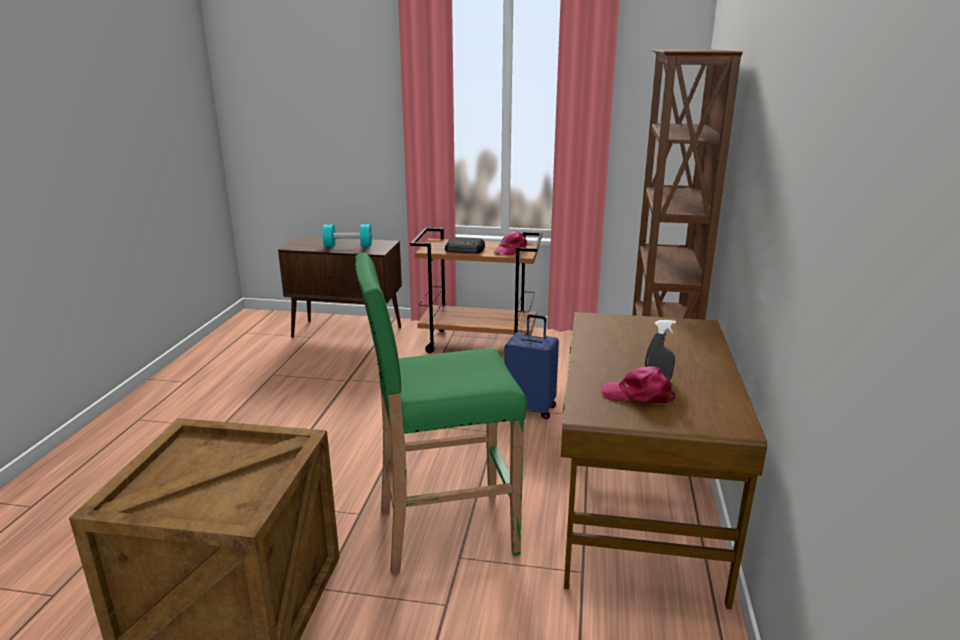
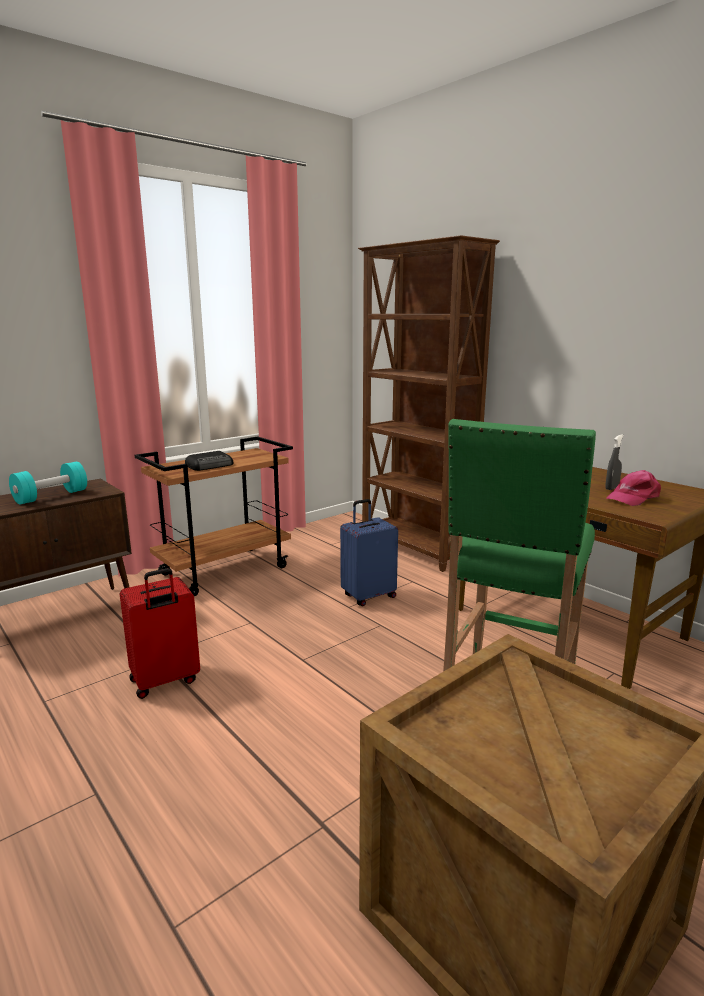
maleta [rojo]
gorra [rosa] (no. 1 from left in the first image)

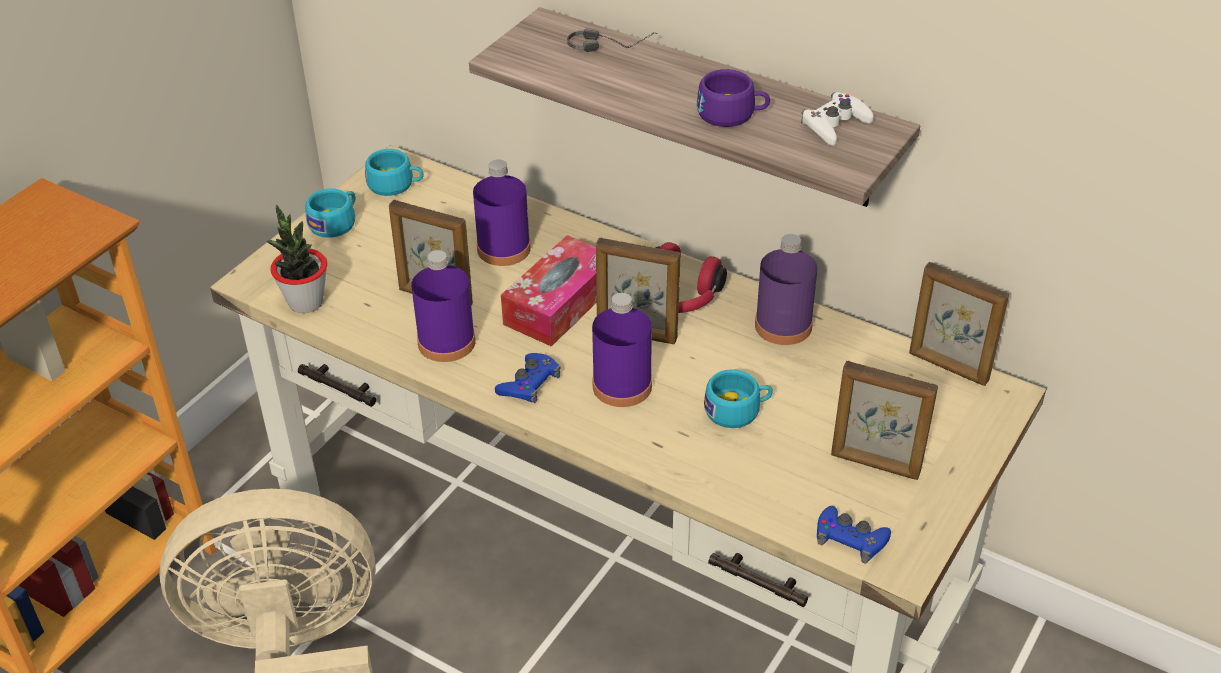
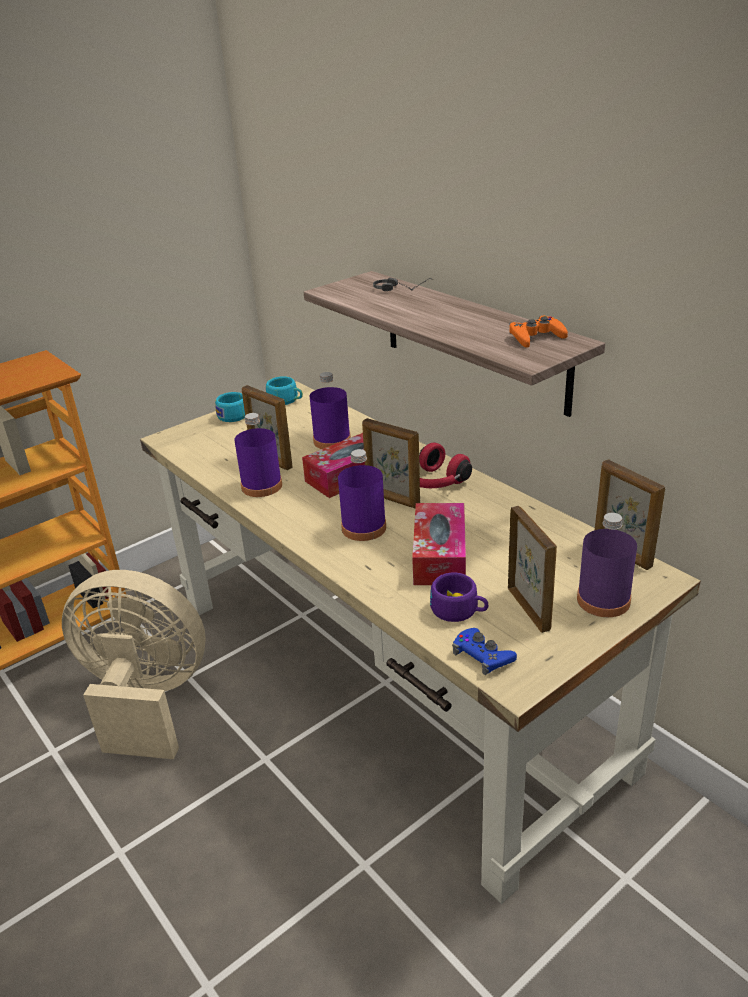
caja de pañuelos (no. 2 from left)
taza [morado]
portarretratos (no. 3 from left)
mando de consola [naranja]
botella [morado] (no. 4 from left)
planta en maceta
mando de consola [azul] (no. 1 from left in the first image)

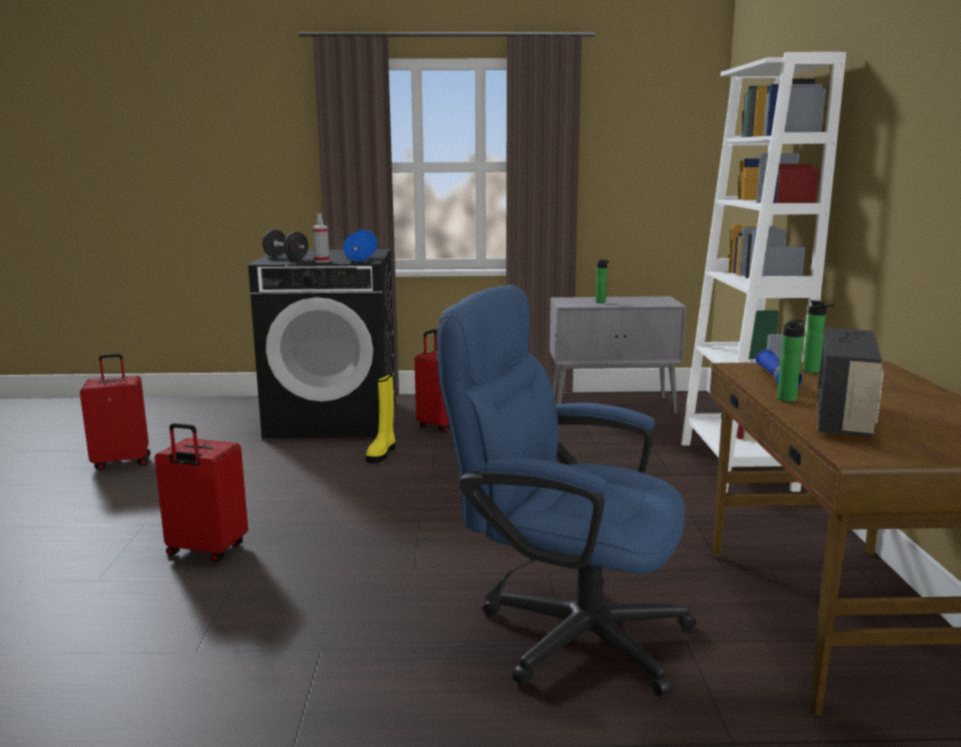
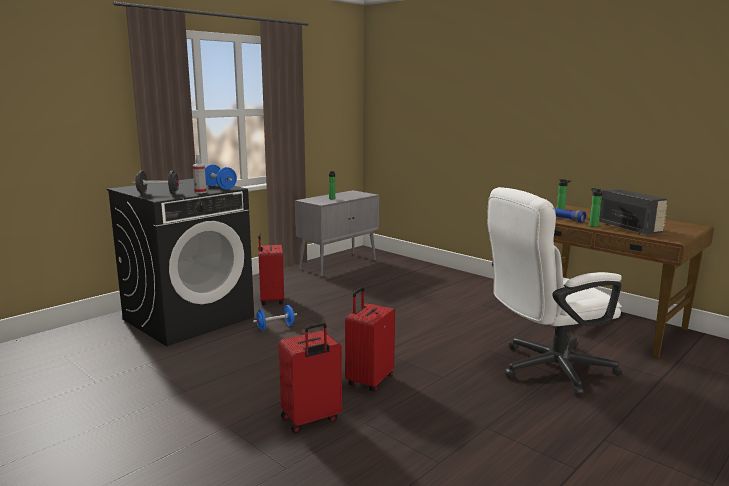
mancuerna [azul] (no. 2 from left)
maleta [rojo] (no. 3 from left)
silla de oficina [blanco]
estantería [blanco]

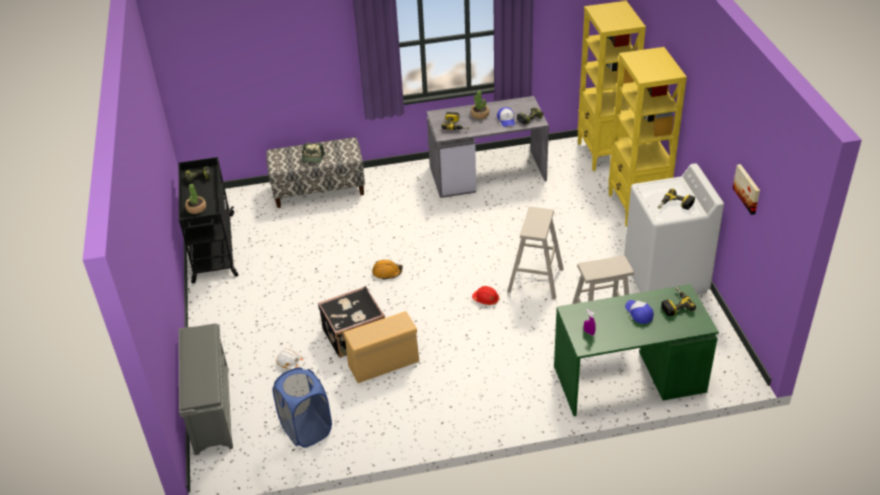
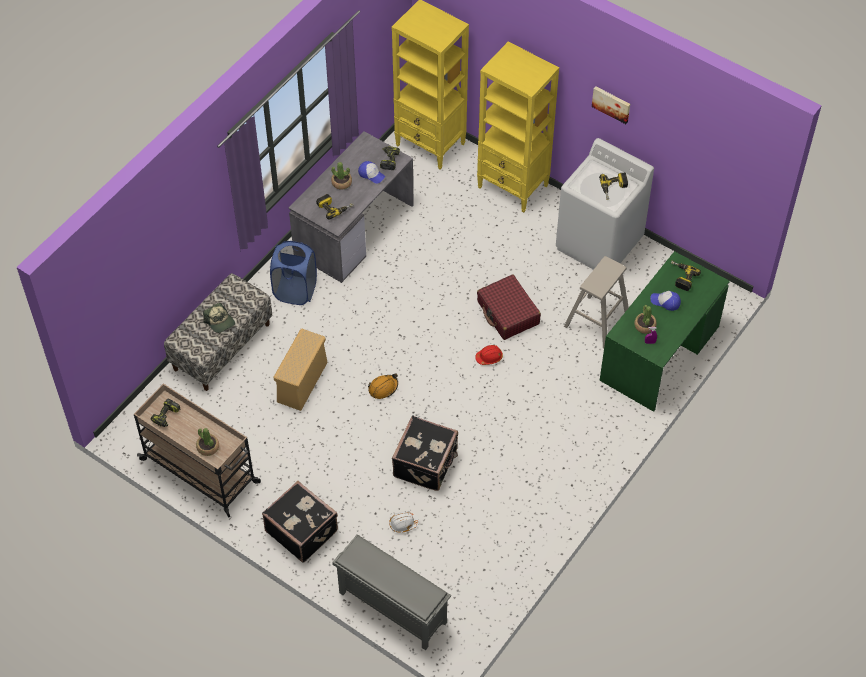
carrito [beis]
maleta [negro] (no. 1 from left)
cesto de la ropa [azul]
caja de almacenaje [beis]
maleta [rojo]
cuadro
planta en maceta (no. 3 from left)

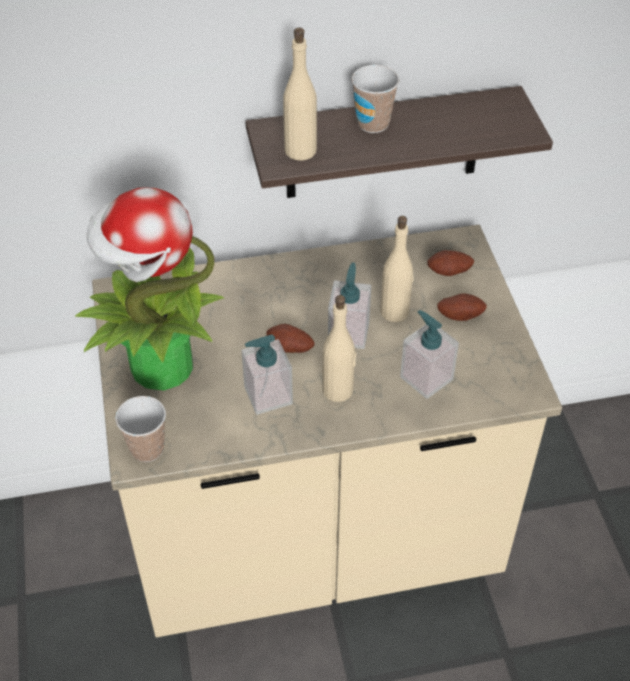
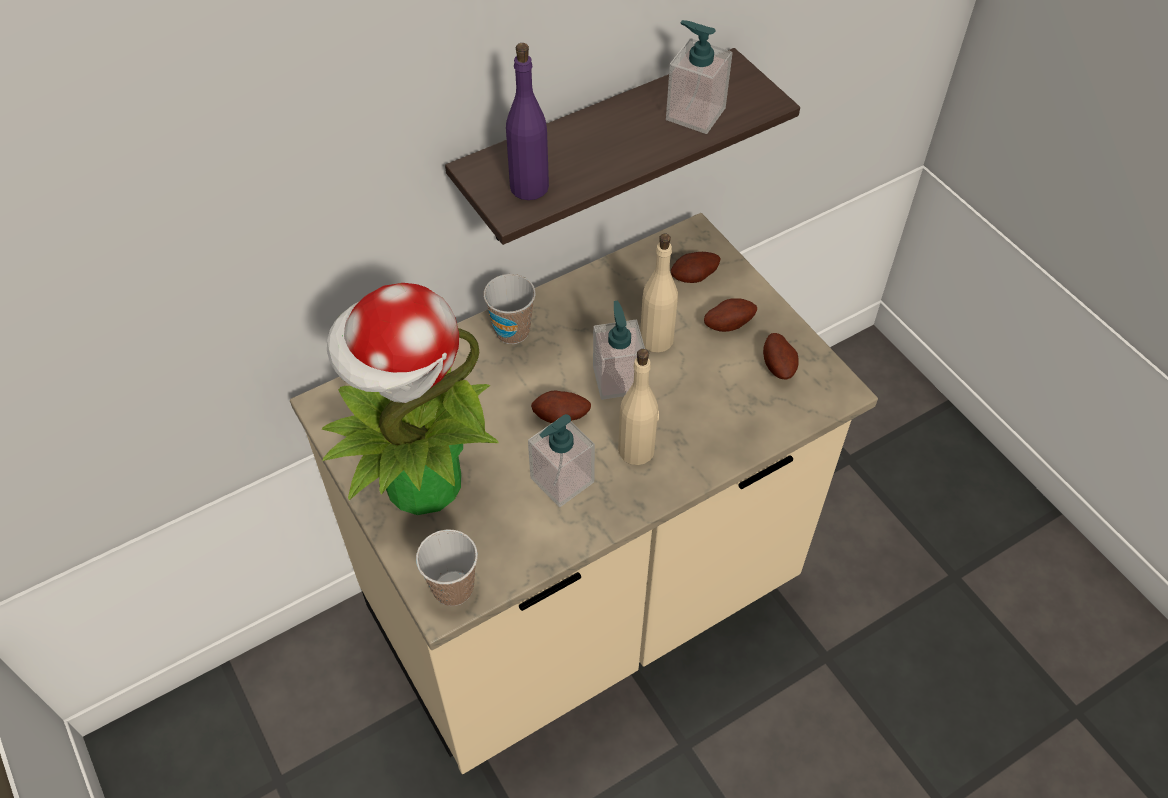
taza (no. 2 from left)
botella [morado]
dispensador de jabón (no. 3 from left)
patata (no. 4 from left)

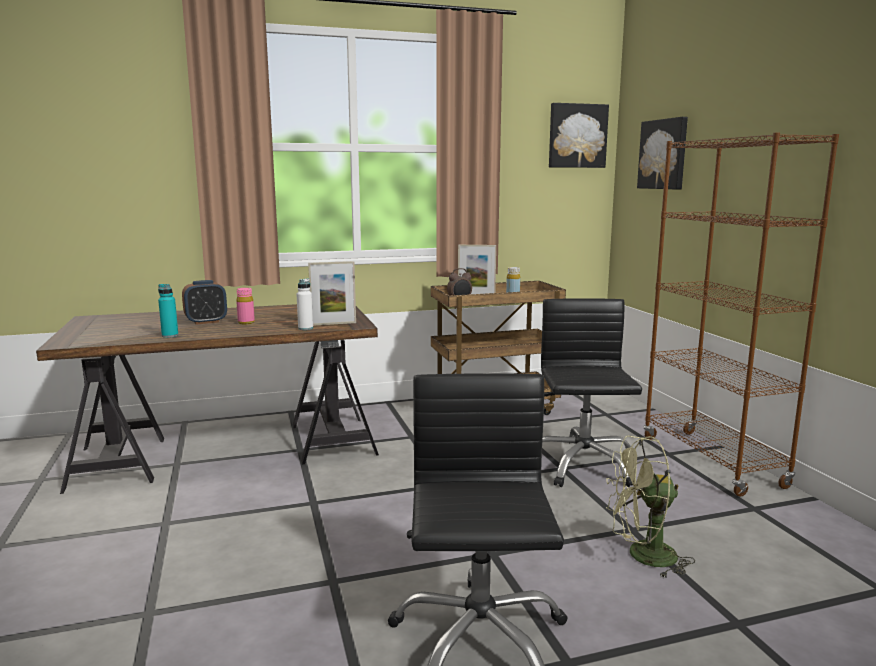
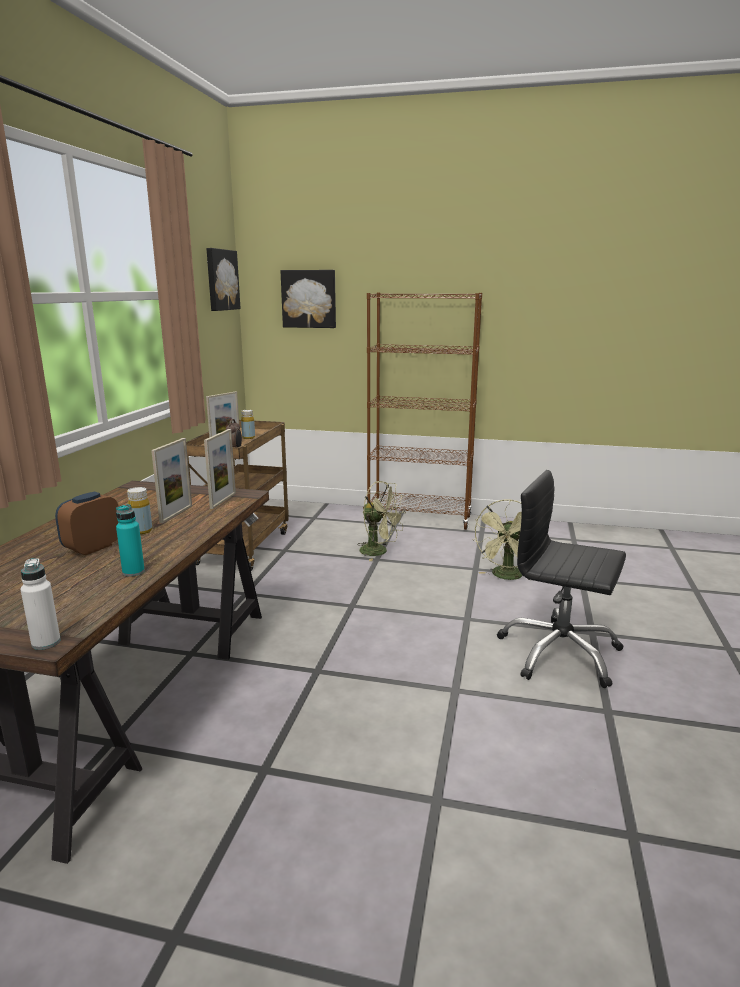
botella [blanco]
despertador (no. 1 from left)
botella [amarillo] (no. 1 from left)
portarretratos (no. 1 from left)
ventilador [verde] (no. 1 from left)

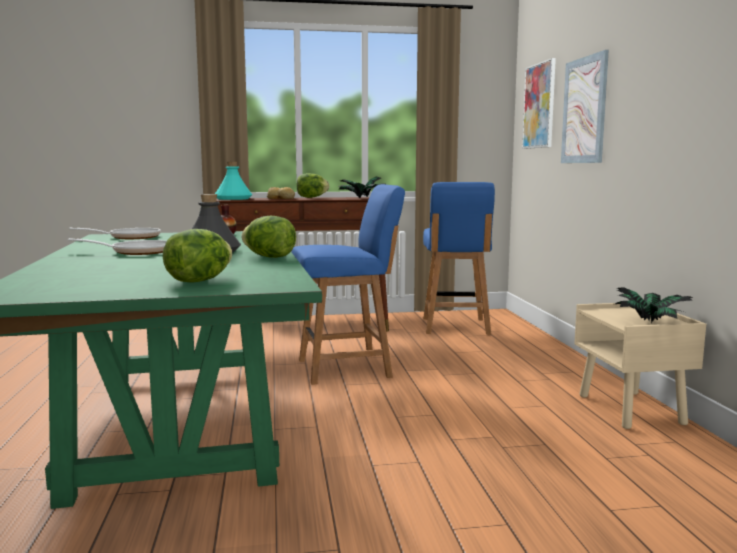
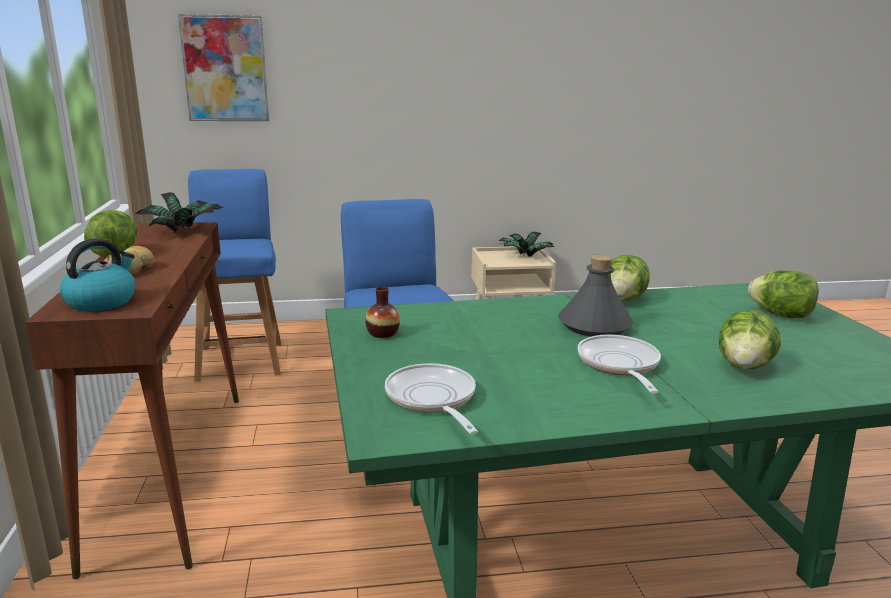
hervidor
silla [azul] (no. 1 from left)
lechuga (no. 3 from left)
cuadro (no. 2 from left in the first image)

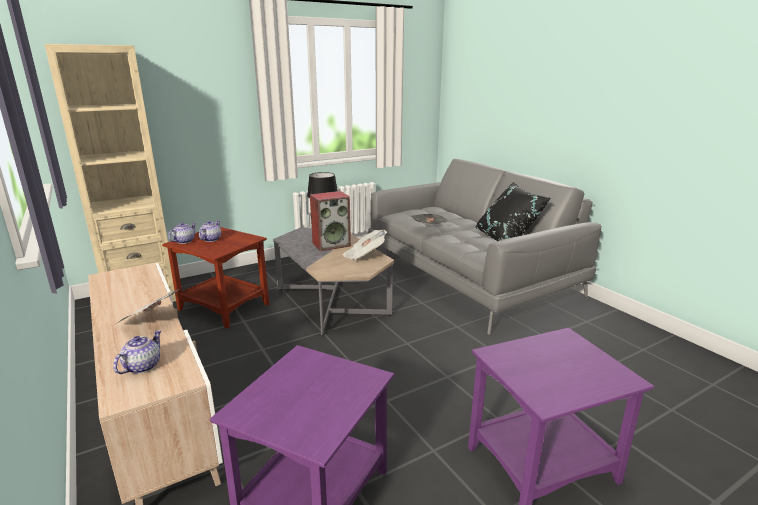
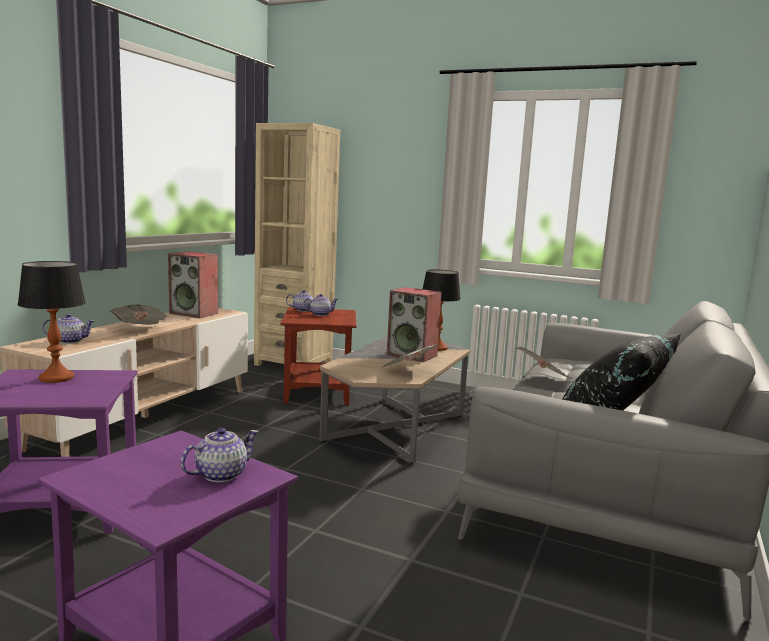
lámpara de mesa (no. 1 from left)
altavoz (no. 1 from left)
tetera (no. 2 from left)

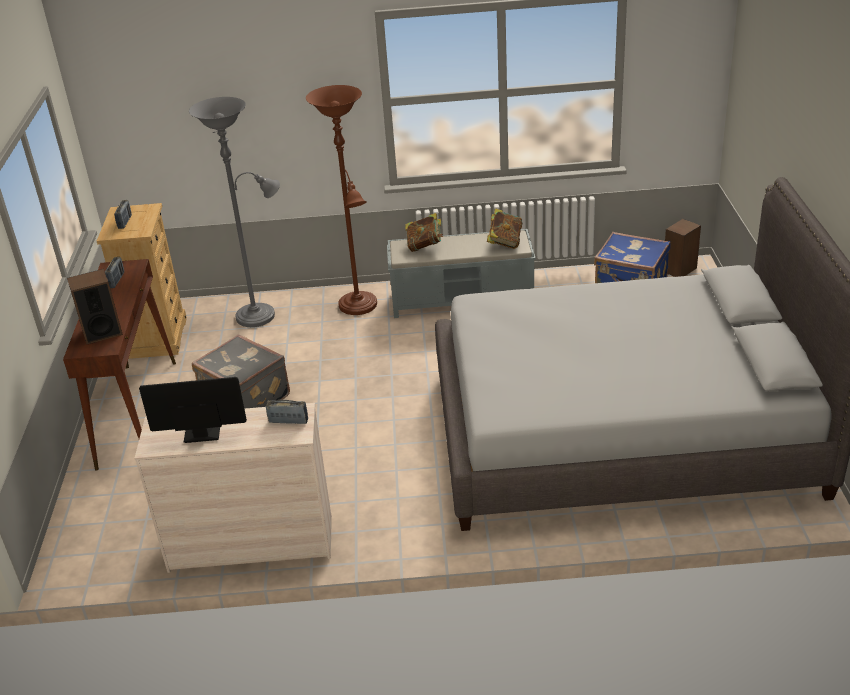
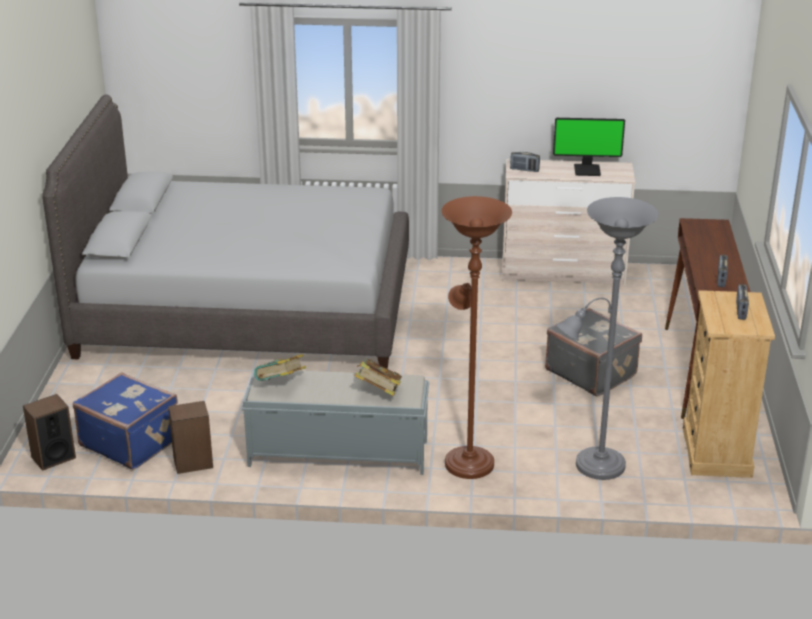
altavoz (no. 2 from left)

